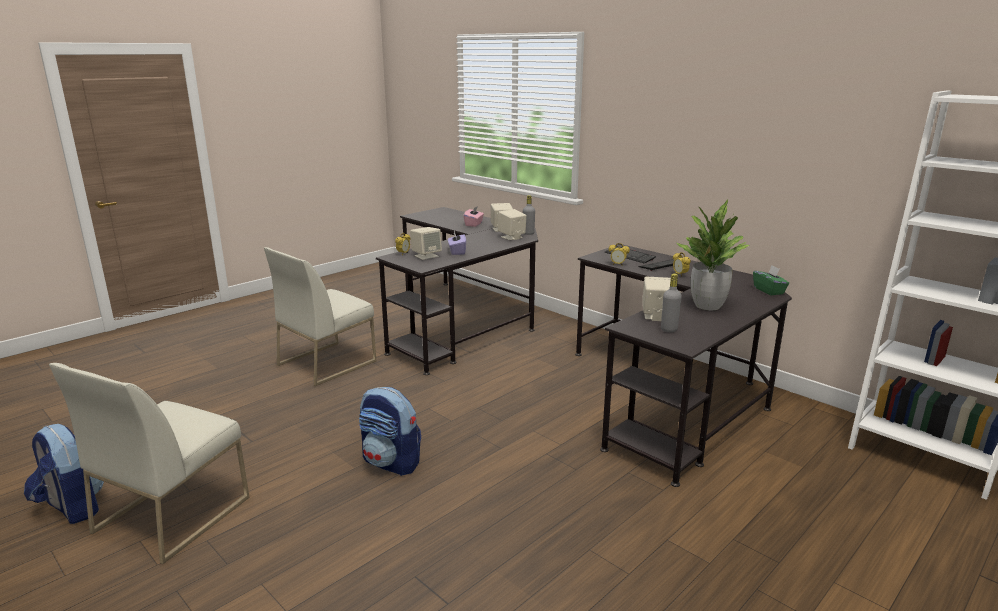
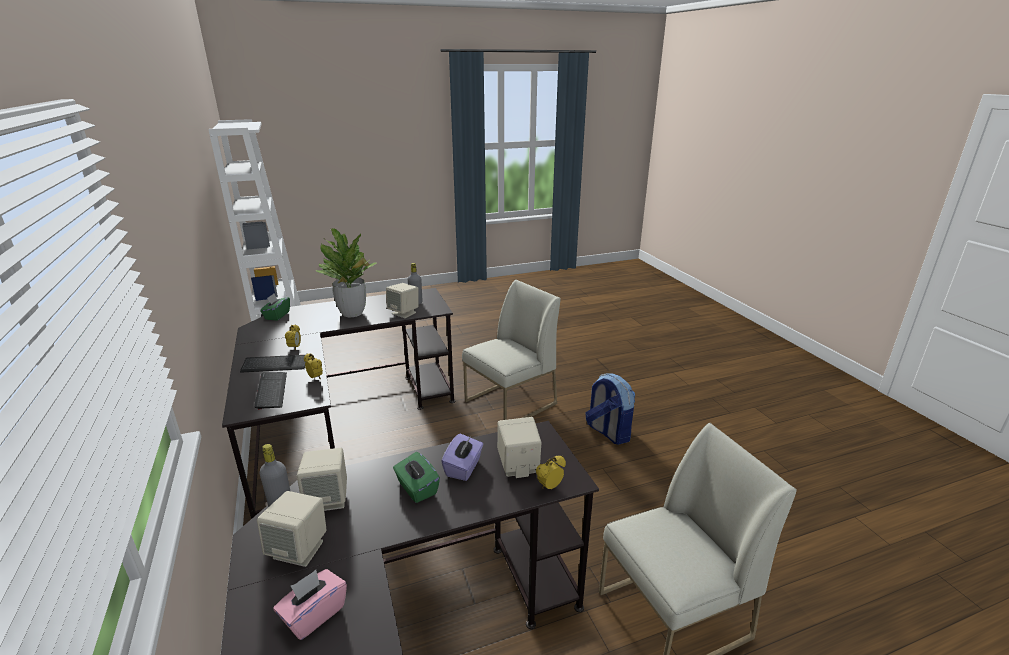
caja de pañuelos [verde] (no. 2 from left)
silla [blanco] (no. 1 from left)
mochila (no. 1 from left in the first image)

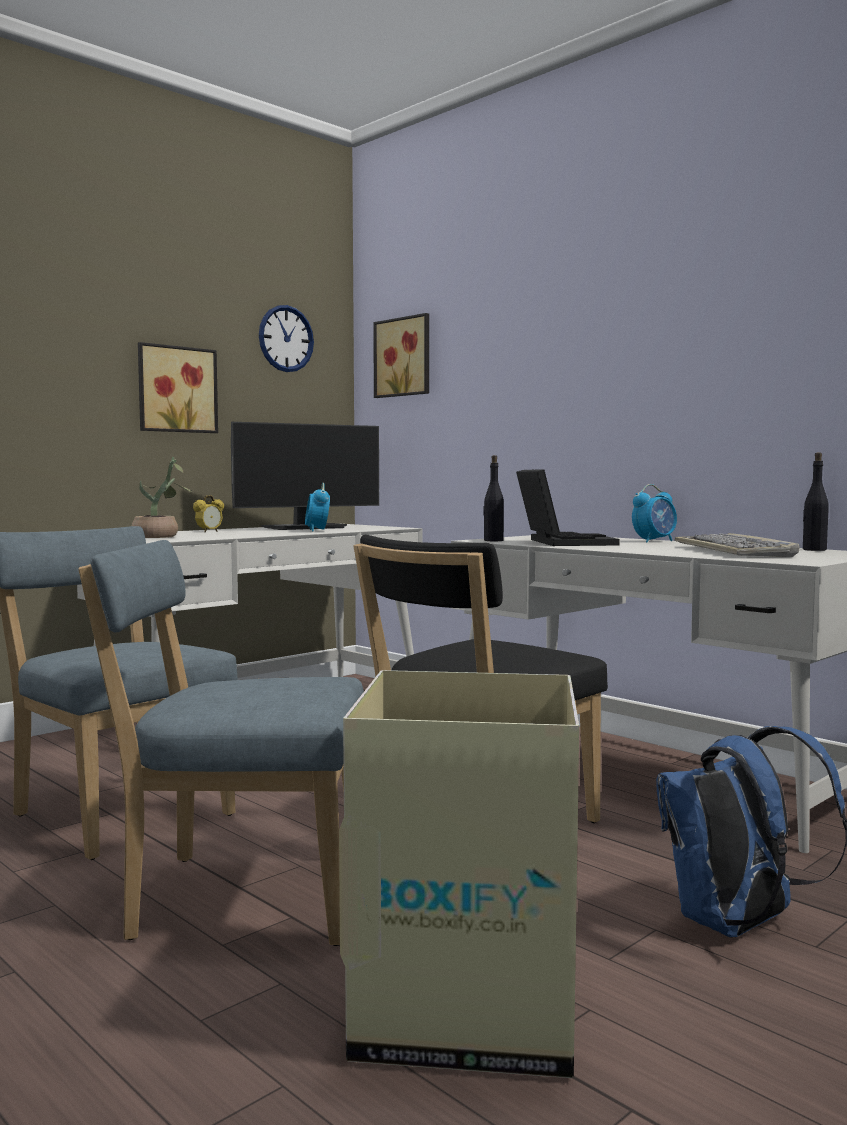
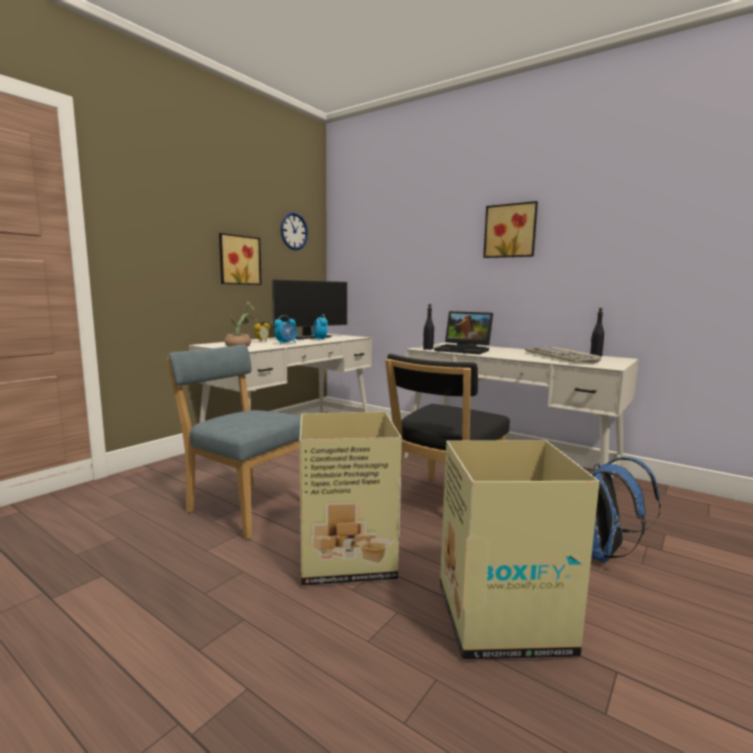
despertador (no. 2 from left)
caja de cartón (no. 1 from left)
portátil
cuadro (no. 2 from left)

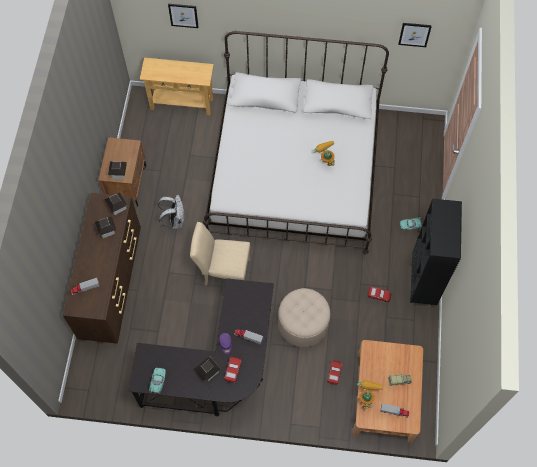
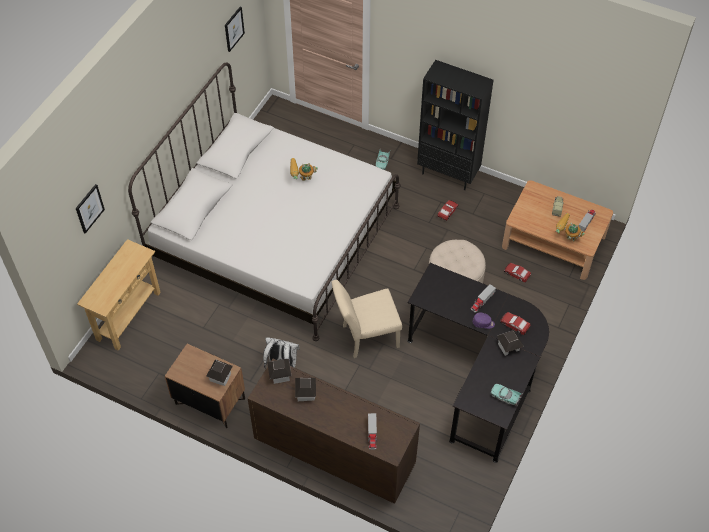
silla [beis]

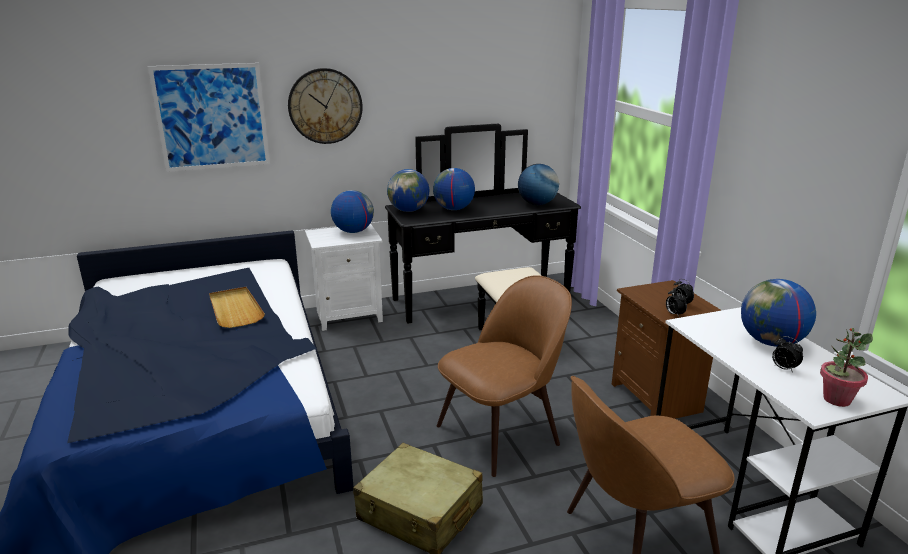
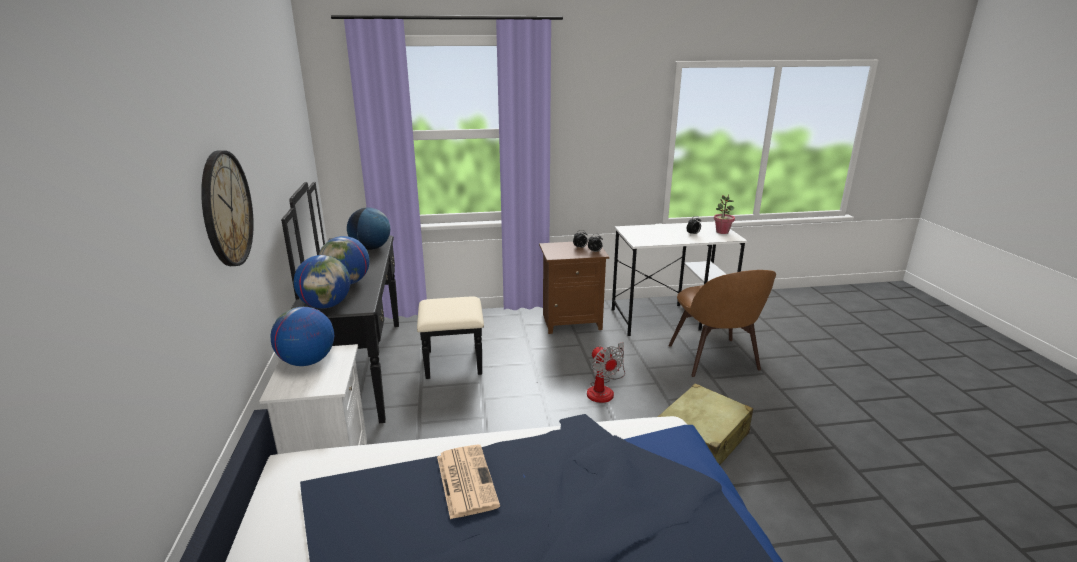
periódico
ventilador
cuadro
globo terráqueo (no. 5 from left in the first image)

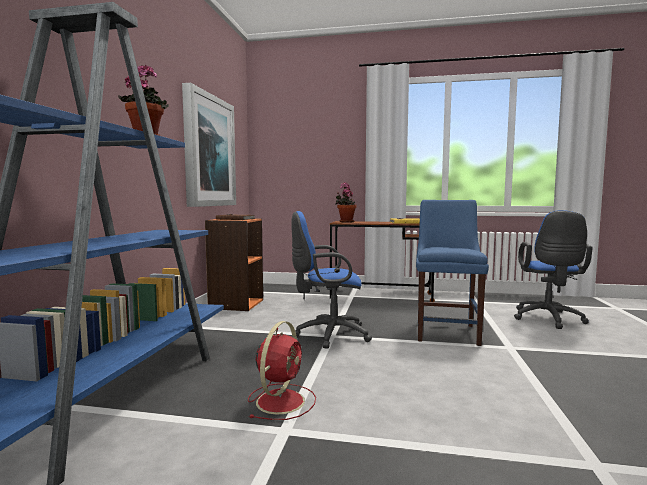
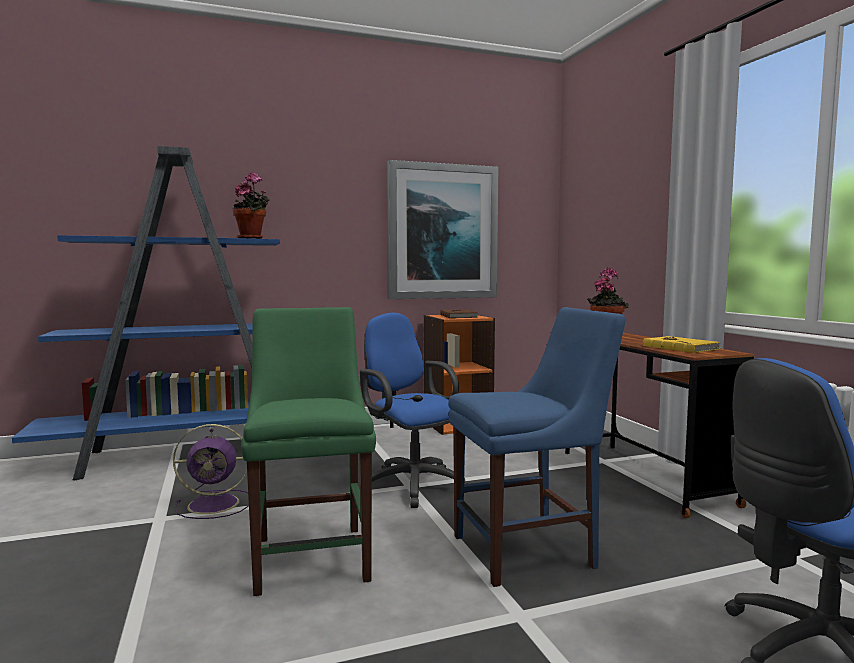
ventilador [morado]
silla [verde]

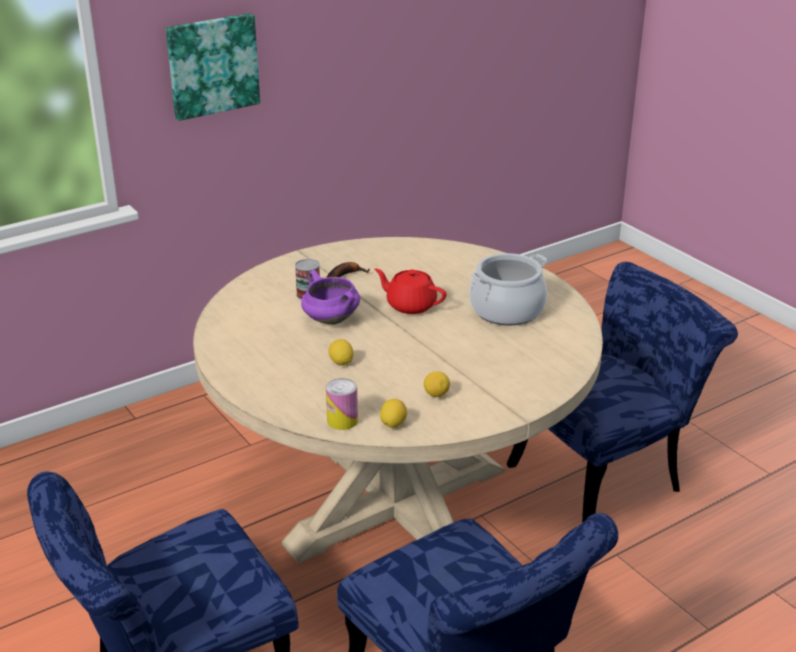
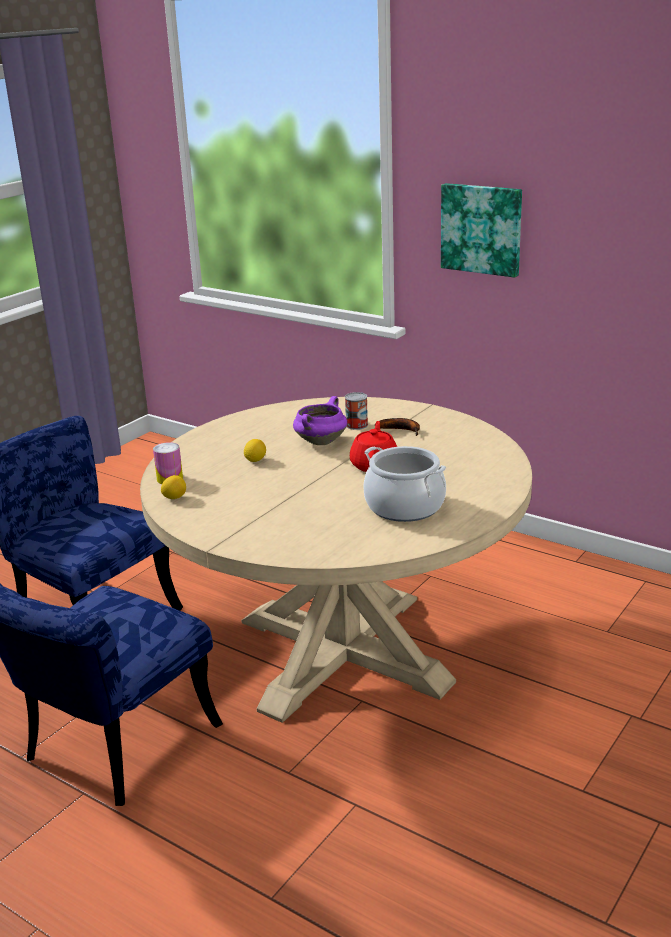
limón (no. 3 from left in the first image)
silla [azul] (no. 3 from left in the first image)

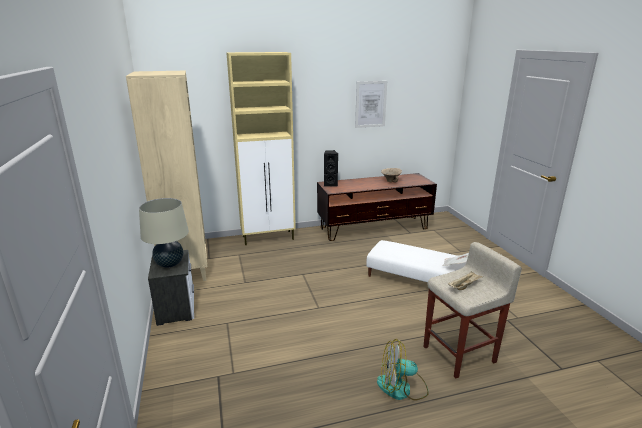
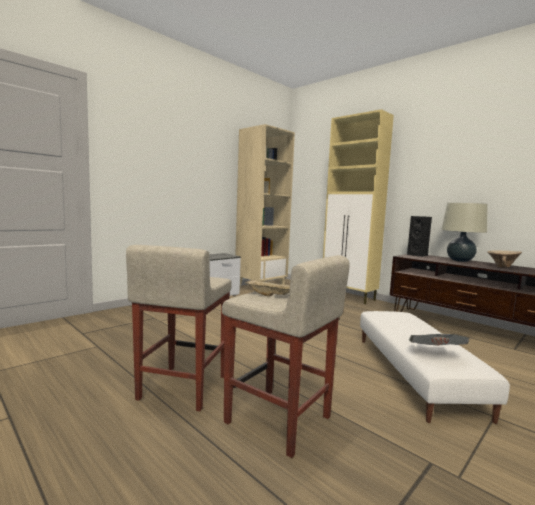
taburete [beis] (no. 1 from left)
lámpara de mesa [beis]
cuadro

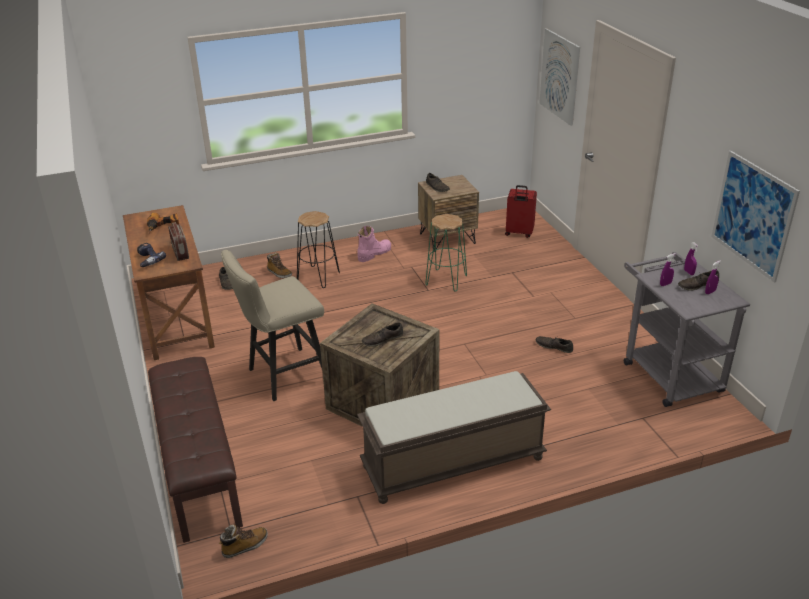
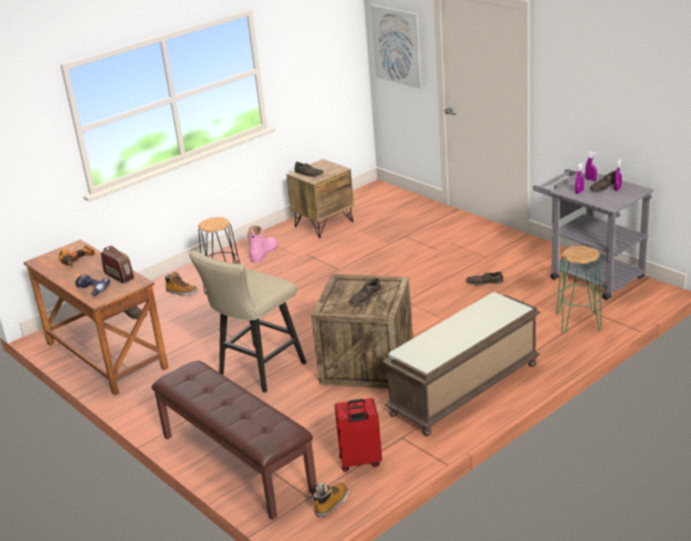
maleta [rojo]
taburete [verde]
cuadro (no. 2 from left in the first image)

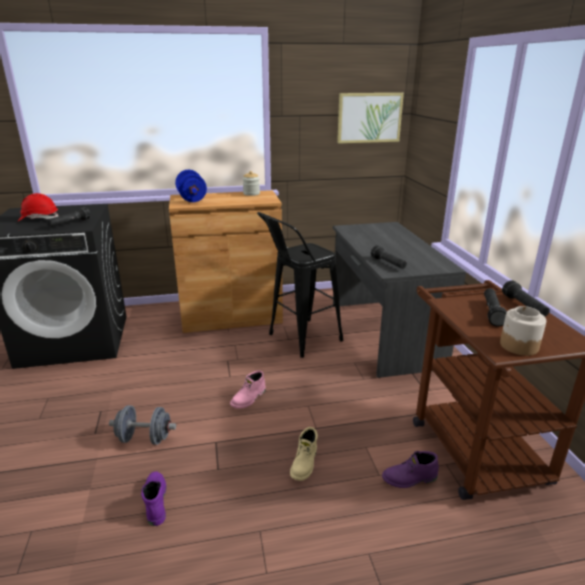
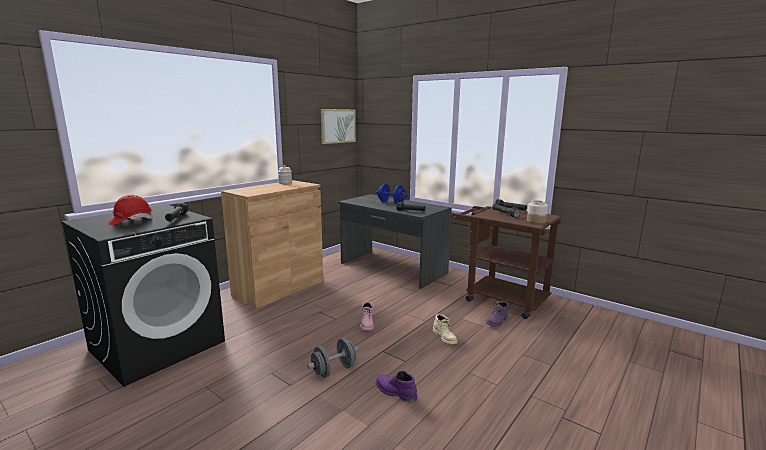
mancuerna [azul]
taburete [negro]

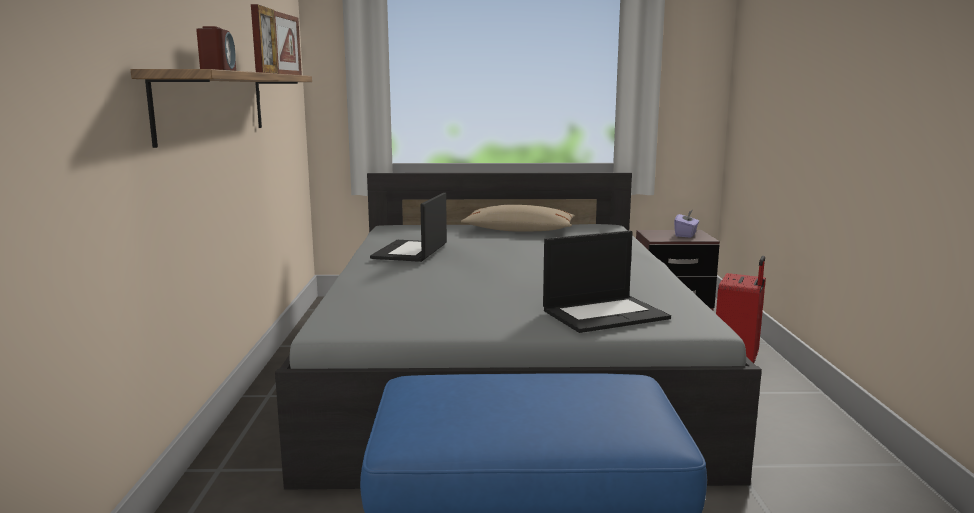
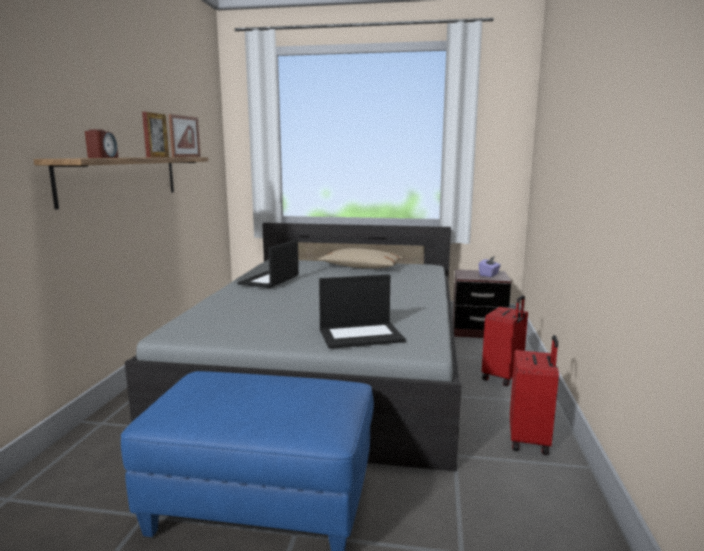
maleta [rojo] (no. 2 from left)

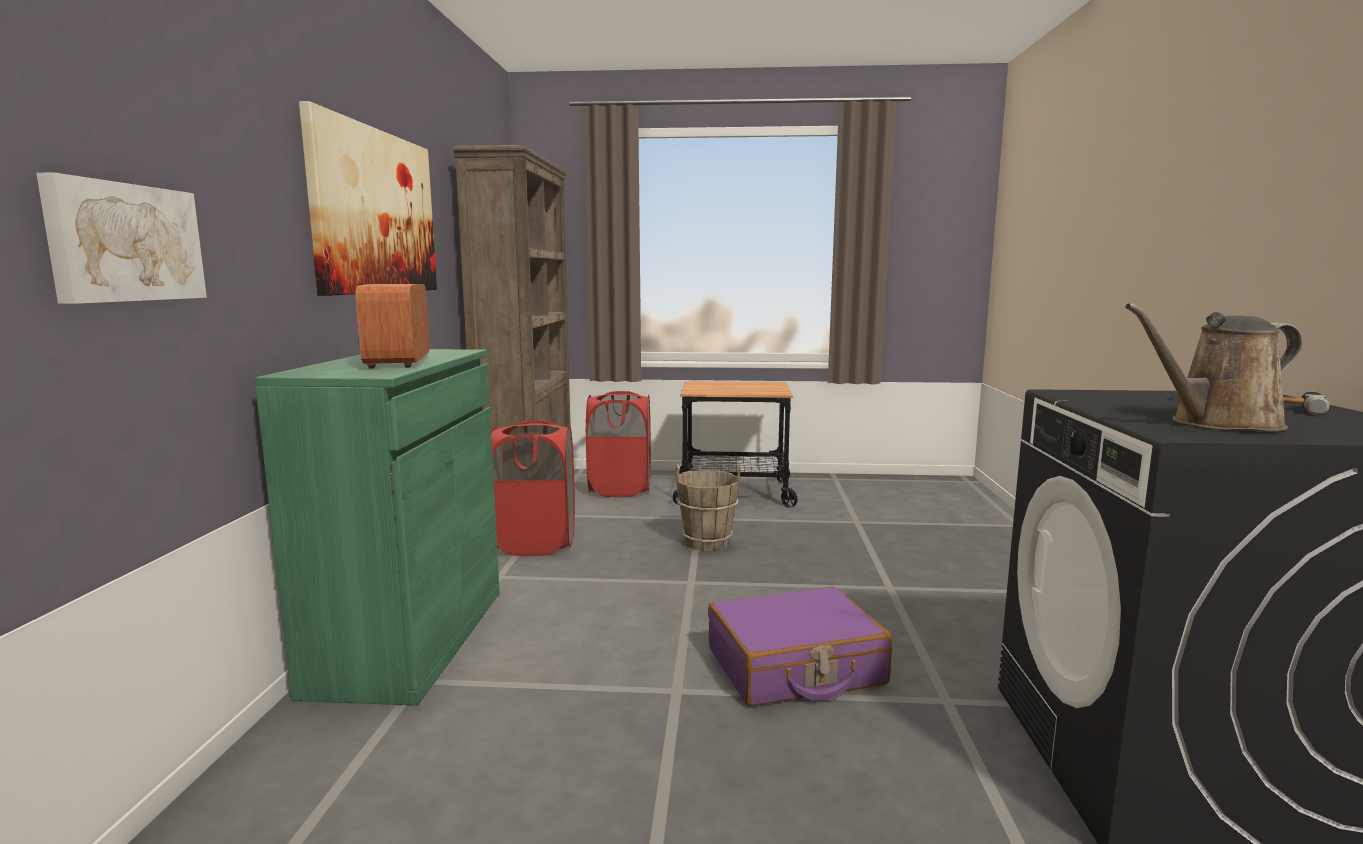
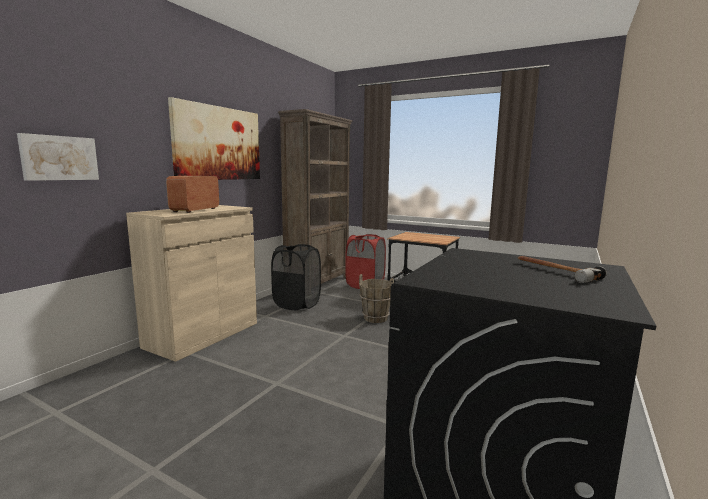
armario [beis]
cesto de la ropa [negro]
maleta [morado]
regadera [marrón]

